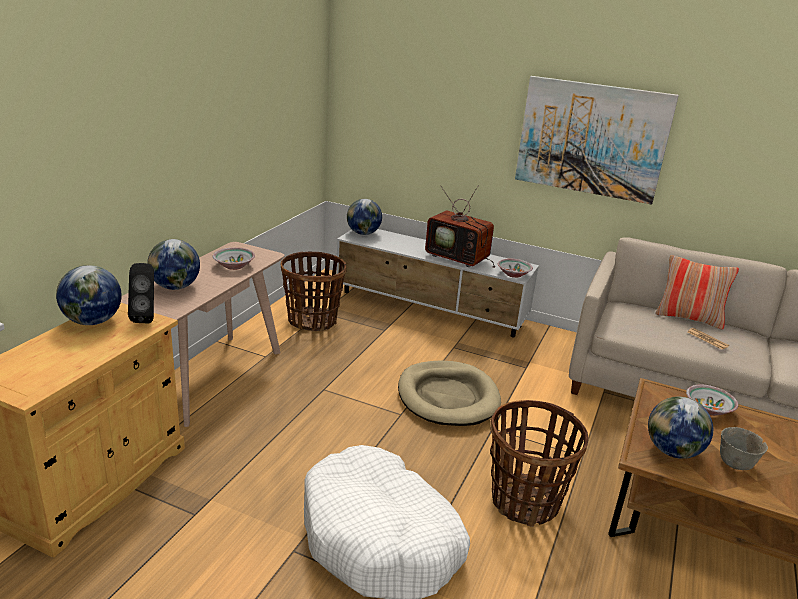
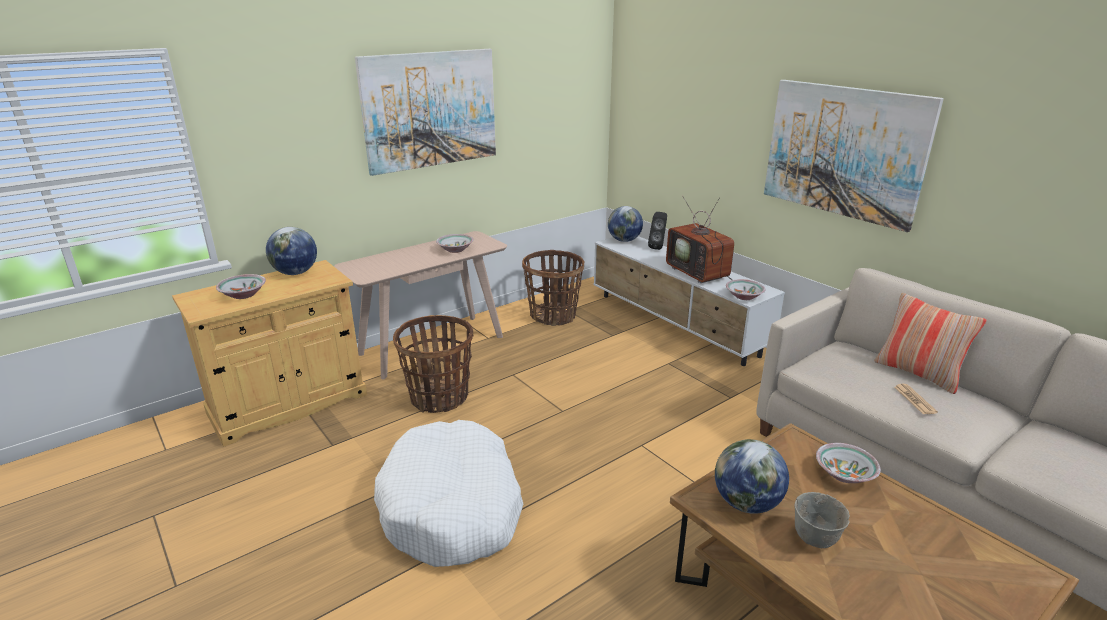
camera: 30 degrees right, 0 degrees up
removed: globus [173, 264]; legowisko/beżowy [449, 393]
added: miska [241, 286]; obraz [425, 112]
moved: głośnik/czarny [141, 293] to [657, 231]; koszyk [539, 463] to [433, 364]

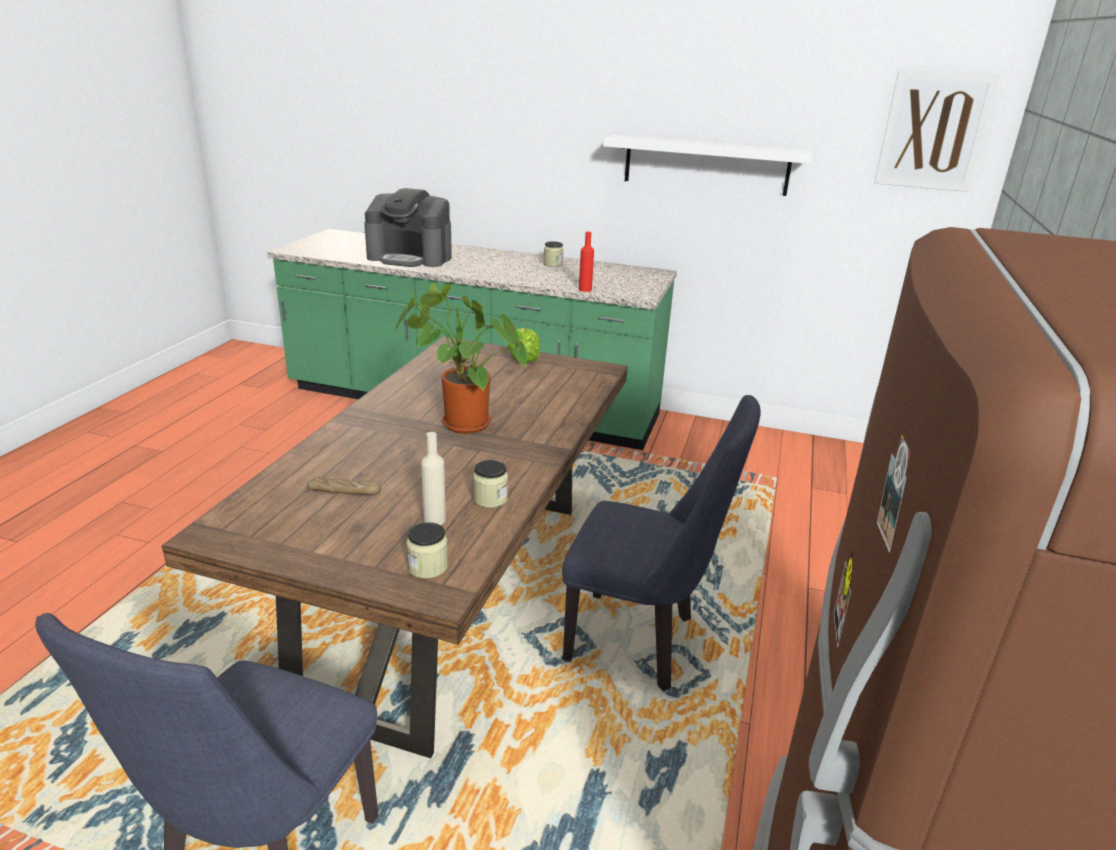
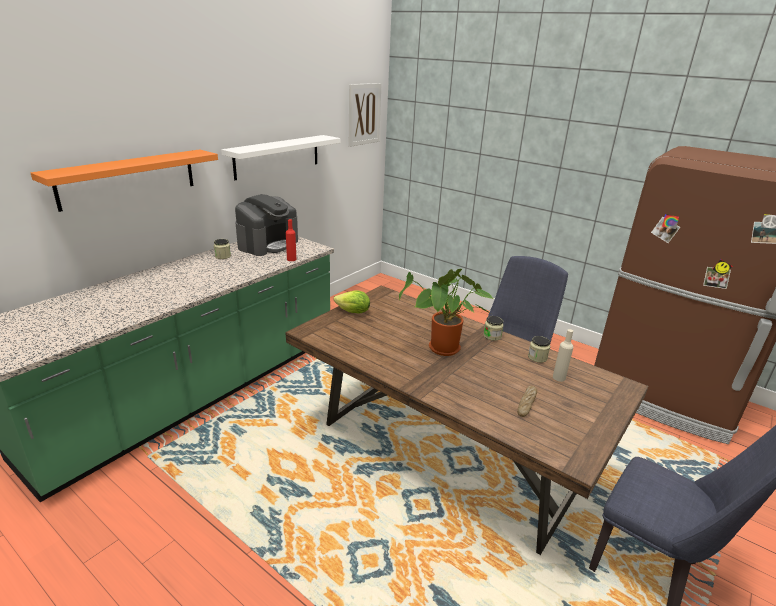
camera: 70 degrees left, 0 degrees up
added: półka/pomarańczowy [124, 180]
moved: ekspres do kawy [408, 227] to [266, 225]; słoik [427, 550] to [493, 328]

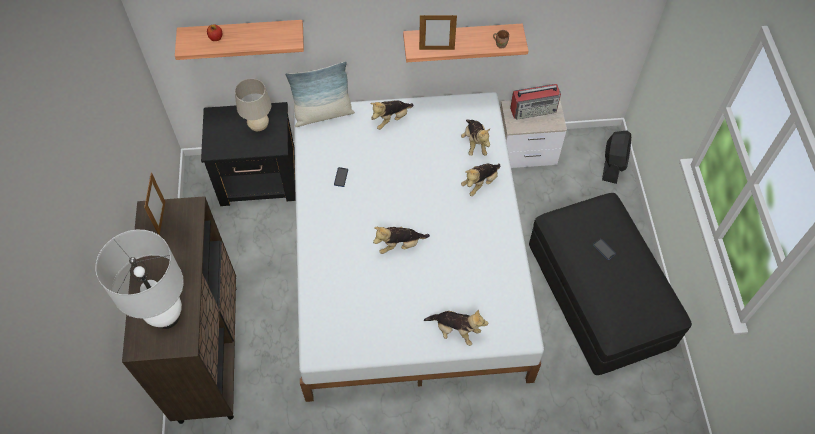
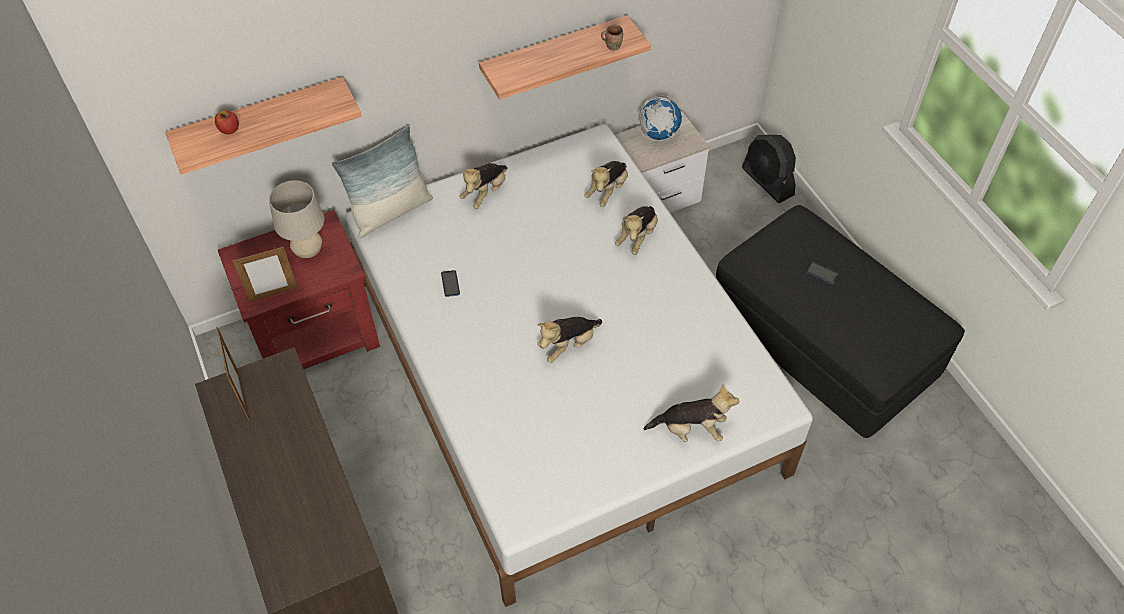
camera: 20 degrees left, 5 degrees down
removed: lampa stołowa/biały [140, 279]
moved: ramka na zdjęcie [438, 32] to [265, 274]
replaced: radio [535, 102] to globus [660, 118]
recoloured: szafka nocna/czarny [248, 154] to szafka nocna/czerwony [299, 289]
turned: pluszak [475, 138] = [606, 184] 60 degrees clockwise; wentylator/czarny [616, 157] = [769, 169] 150 degrees clockwise

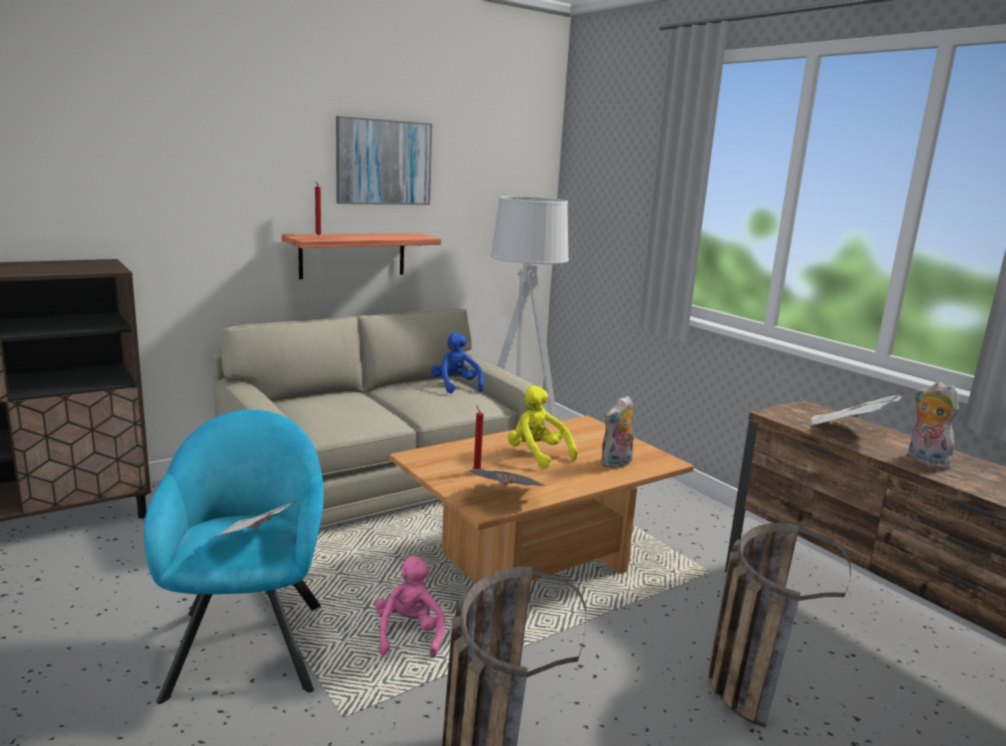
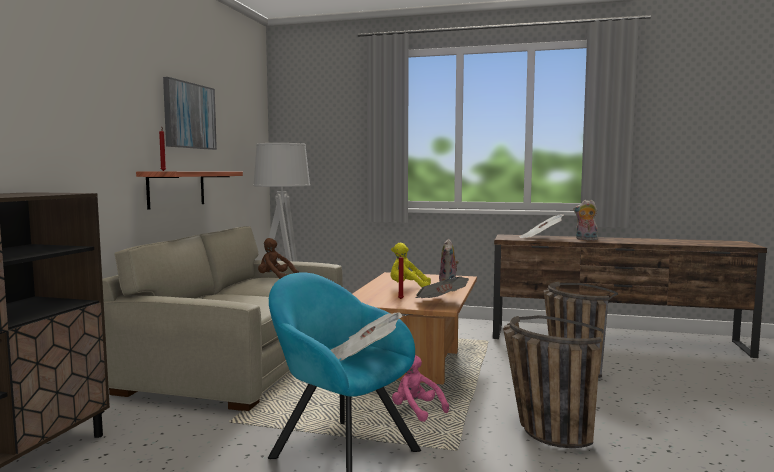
camera: 40 degrees left, 10 degrees down
recoloured: pluszak/niebieski [457, 362] to pluszak/brązowy [278, 258]

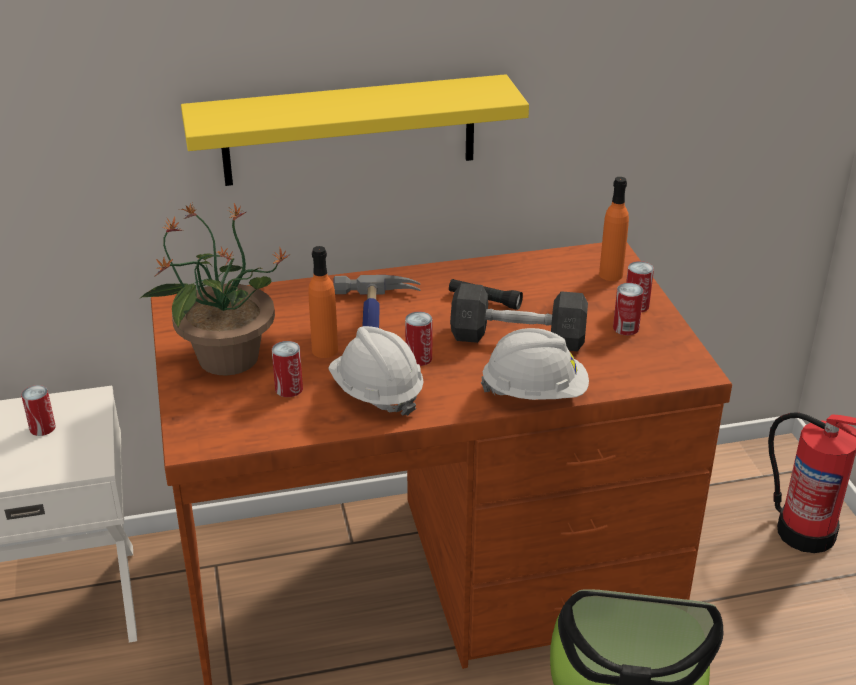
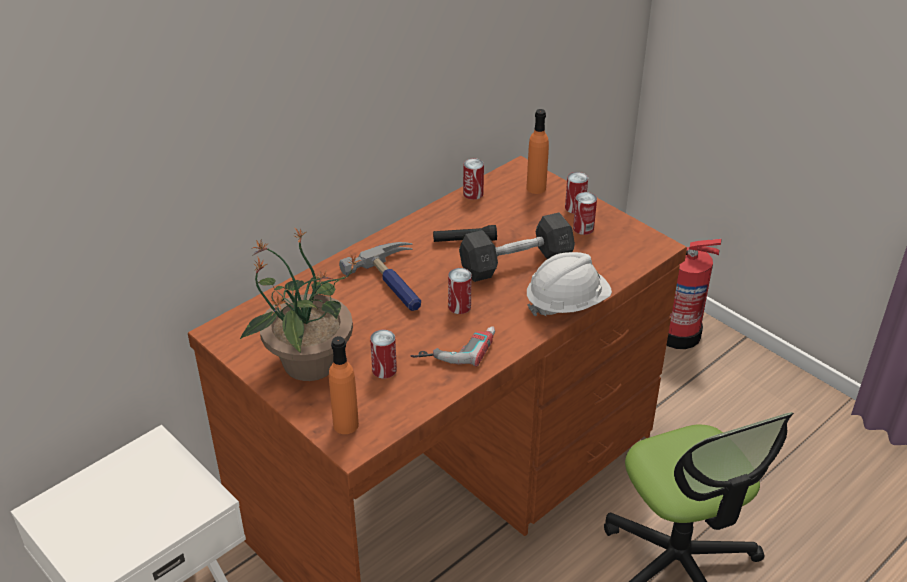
camera: 30 degrees left, 5 degrees up
removed: półka/żółty [355, 130]
moved: puszka [38, 410] to [473, 179]; butelka/pomarańczowy [323, 302] to [344, 385]
replaced: kask/biały [376, 371] to wiertarka [453, 346]

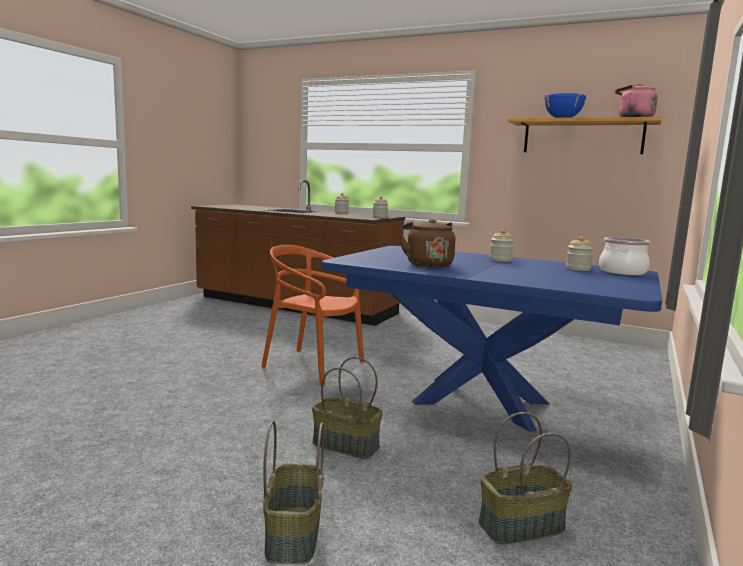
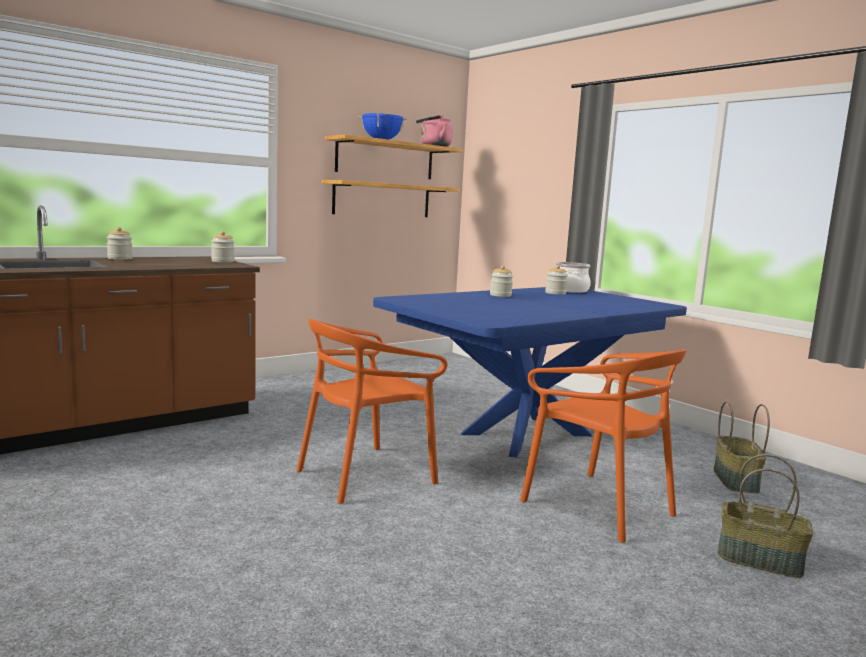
camera: 65 degrees left, 0 degrees up
removed: czajnik/brązowy [427, 243]
added: półka [390, 198]
replaced: koszyk [347, 407] to krzesło/pomarańczowy [603, 446]

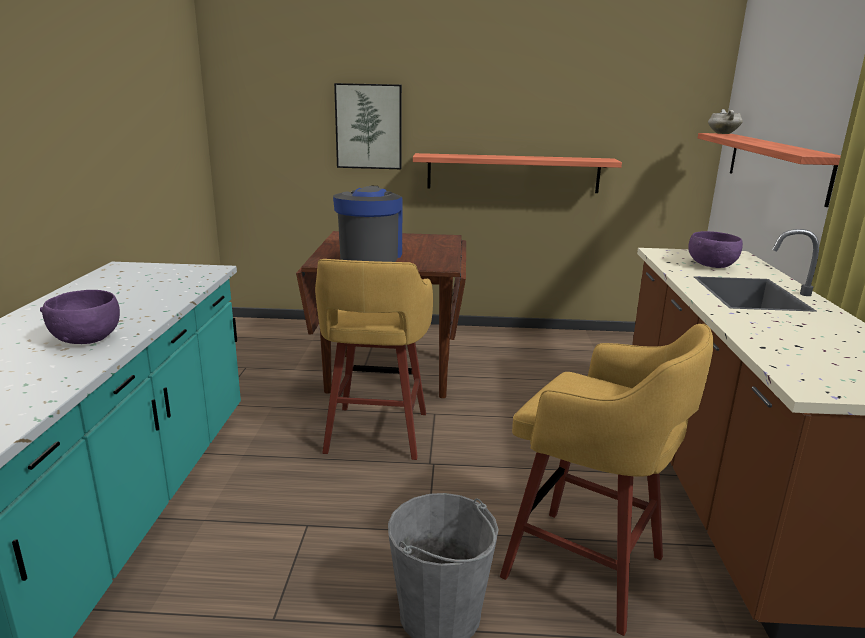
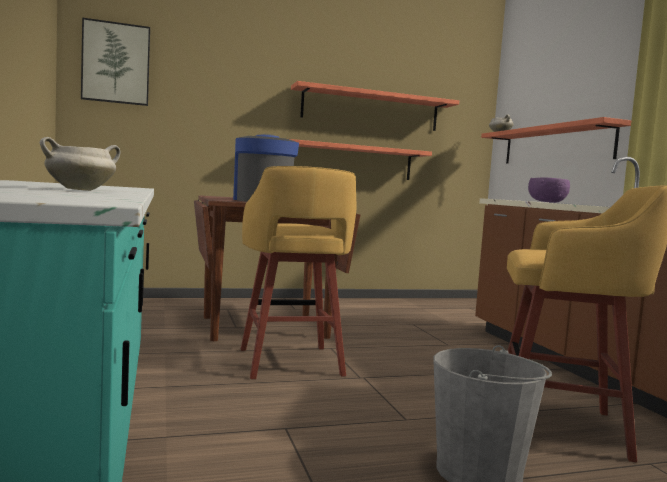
camera: 20 degrees left, 15 degrees down
added: półka [375, 106]
moved: obraz [368, 126] to [115, 62]
replaced: miska/fioletowy [80, 317] to garnek/biały [80, 164]

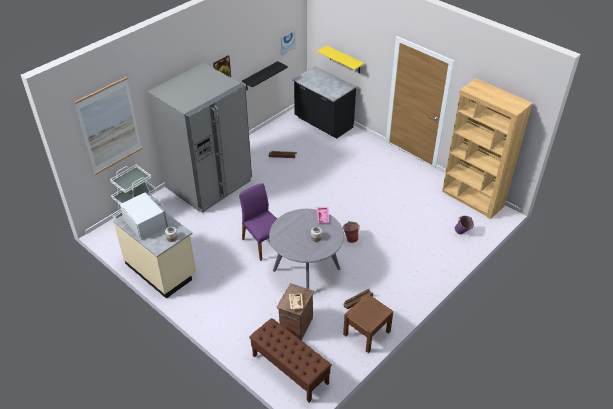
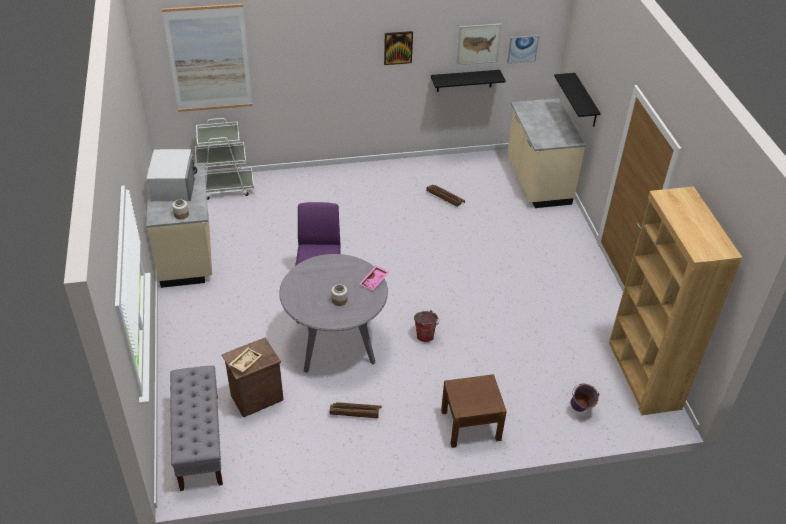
camera: 35 degrees right, 0 degrees up
removed: lodówka/szary [200, 138]
added: obraz [479, 44]
moved: szafka nocna/brązowy [368, 323] to [474, 411]
recoloured: ławka/brązowy [290, 360] to ławka/szary [196, 428]; zabudowa kuchenna/czarny [324, 102] to zabudowa kuchenna/beżowy [546, 153]; półka/żółty [340, 59] to półka/czarny [577, 100]

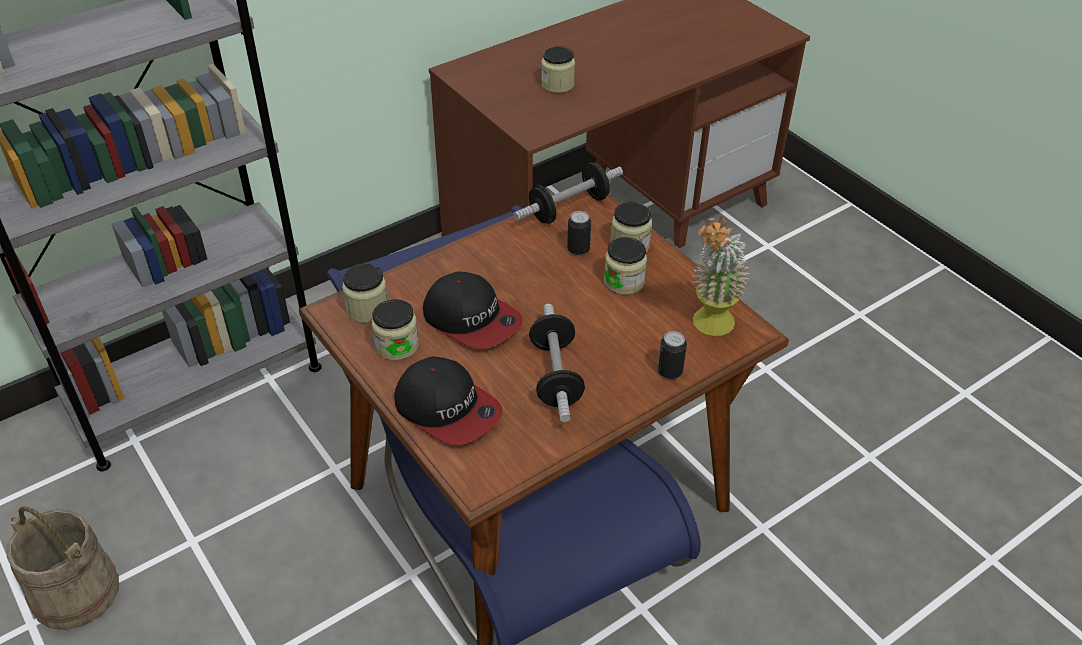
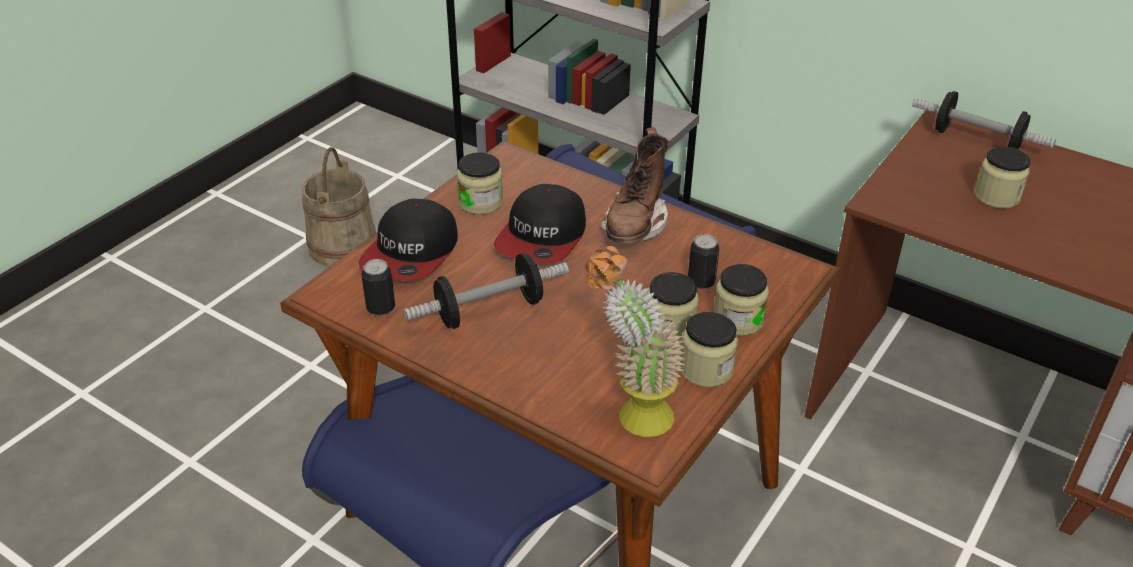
camera: 70 degrees right, 5 degrees down
added: but z cholewką/brązowy [635, 185]
moved: słoik [365, 293] to [709, 349]; hantel [568, 193] to [984, 120]; puszka [672, 355] to [378, 287]

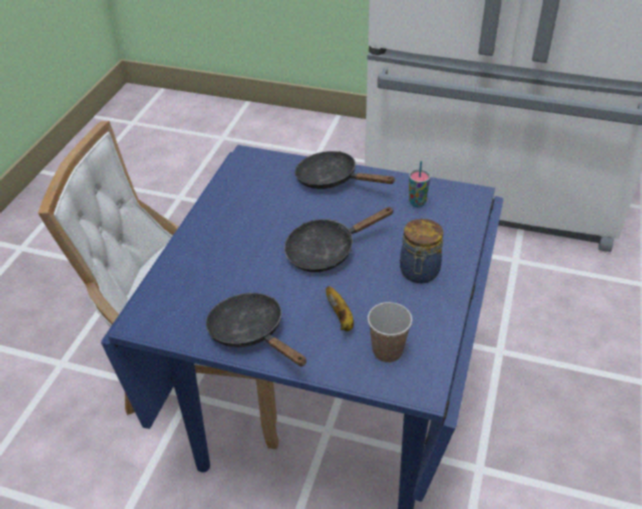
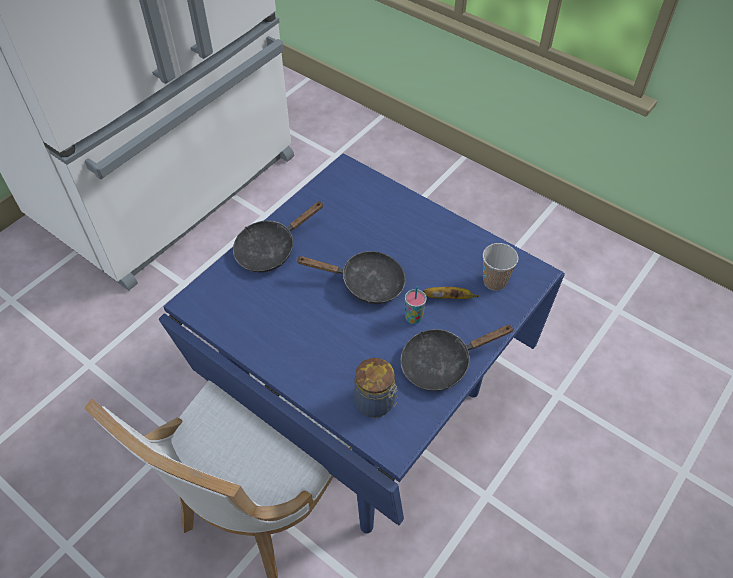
camera: 70 degrees left, 10 degrees up
moved: słoik [421, 251] to [376, 388]; filiżanka [420, 184] to [416, 305]
turned: patelnia/czarny [338, 239] = [351, 277] 75 degrees counterclockwise

